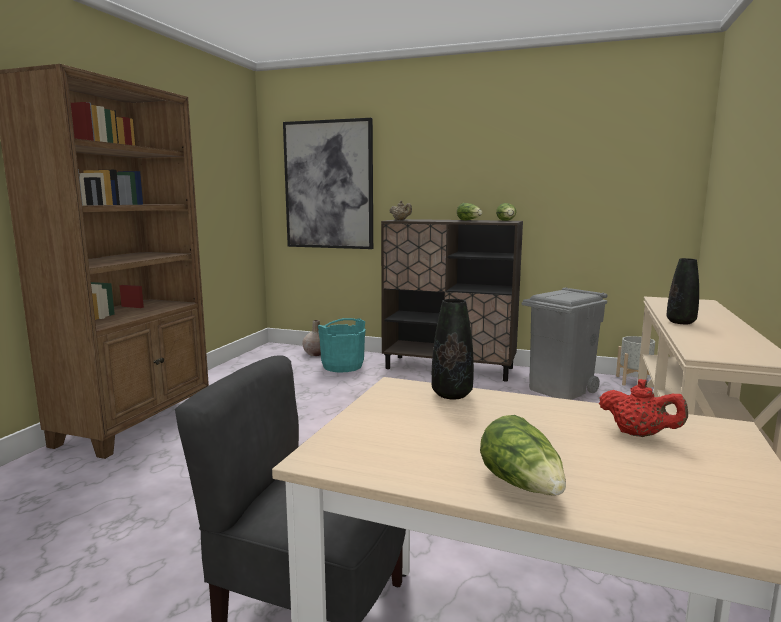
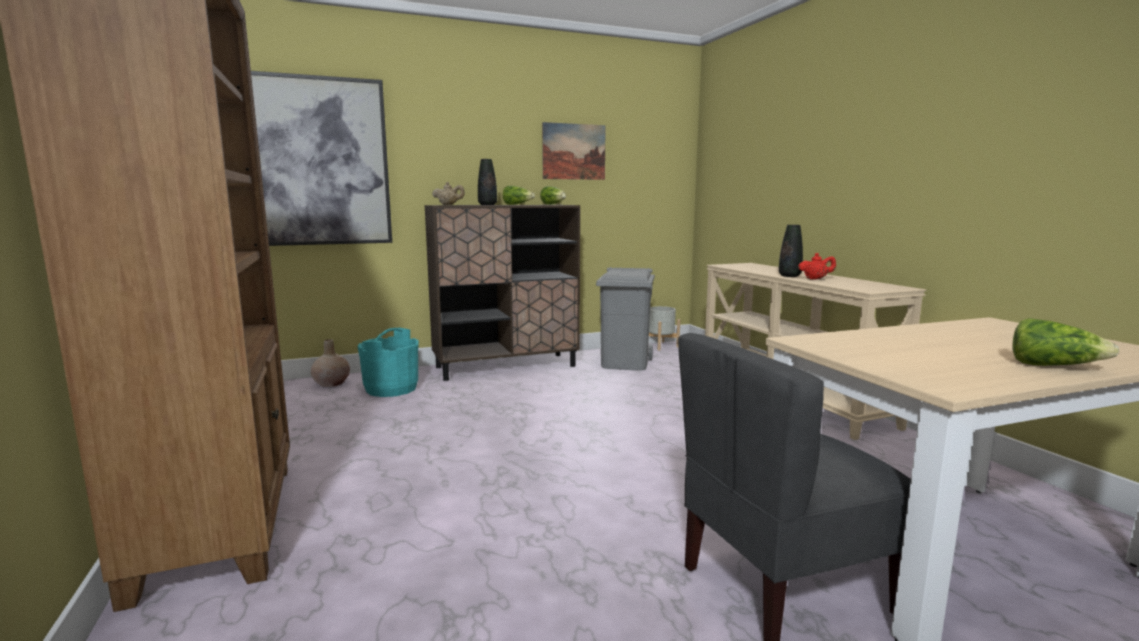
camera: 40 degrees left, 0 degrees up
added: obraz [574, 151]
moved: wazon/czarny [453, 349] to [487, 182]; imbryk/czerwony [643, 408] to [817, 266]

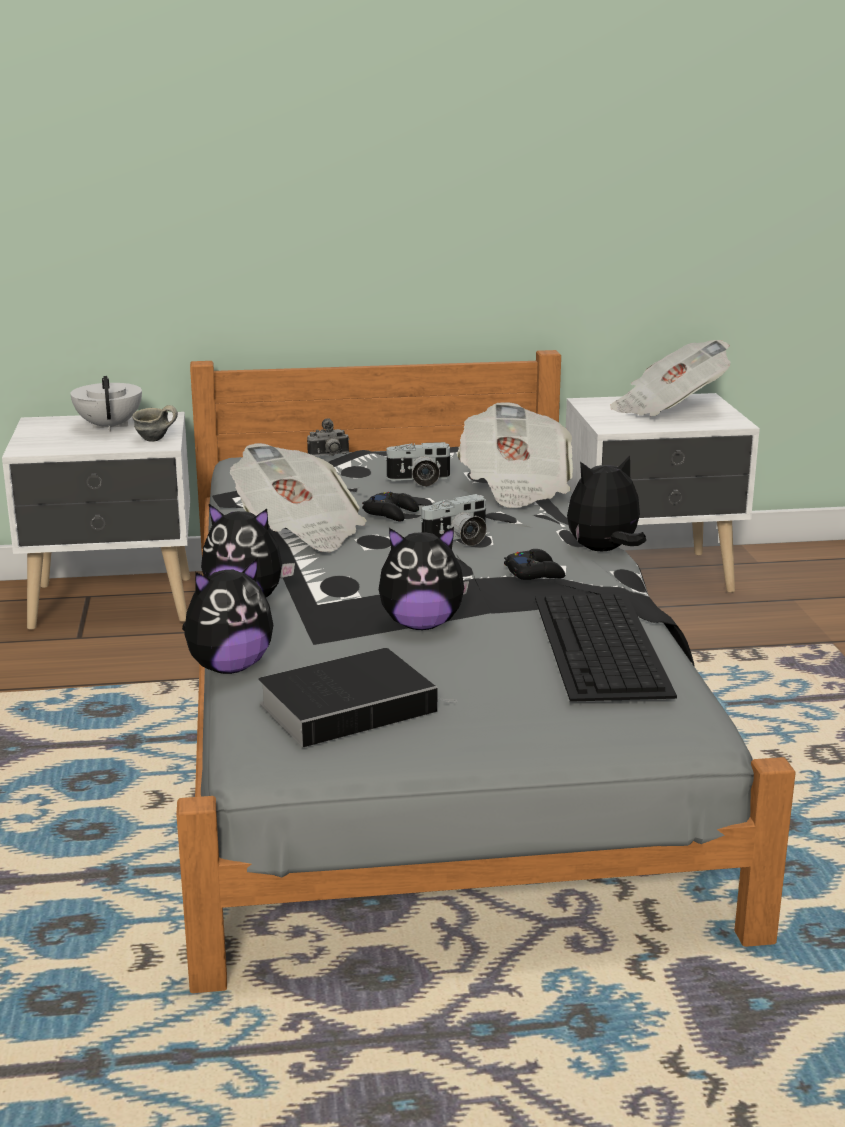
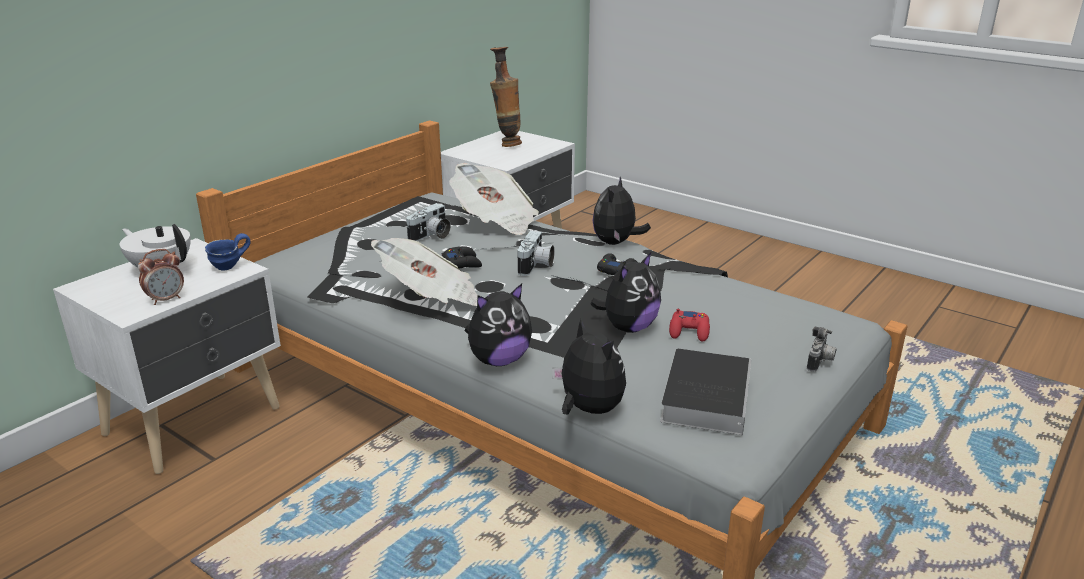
camera: 45 degrees left, 5 degrees up
removed: klawiatura [606, 648]
added: budzik [161, 277]; pad do gier/czerwony [689, 325]
moved: aparat fotograficzny [328, 437] to [822, 349]
replaced: gazeta [670, 378] to wazon [506, 97]
recoloured: kubek/szary [155, 423] to kubek/niebieski [228, 252]
turned: pluszak [227, 616] = [589, 366] 45 degrees counterclockwise

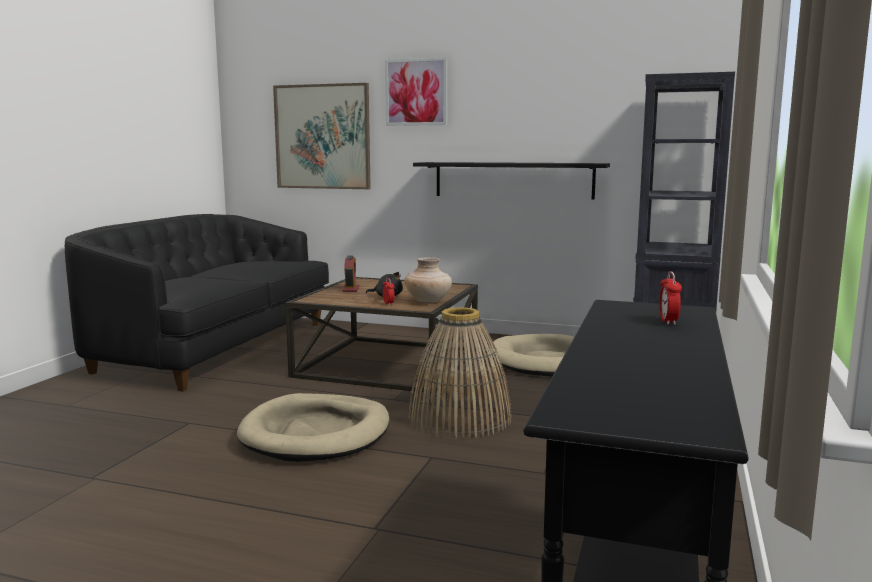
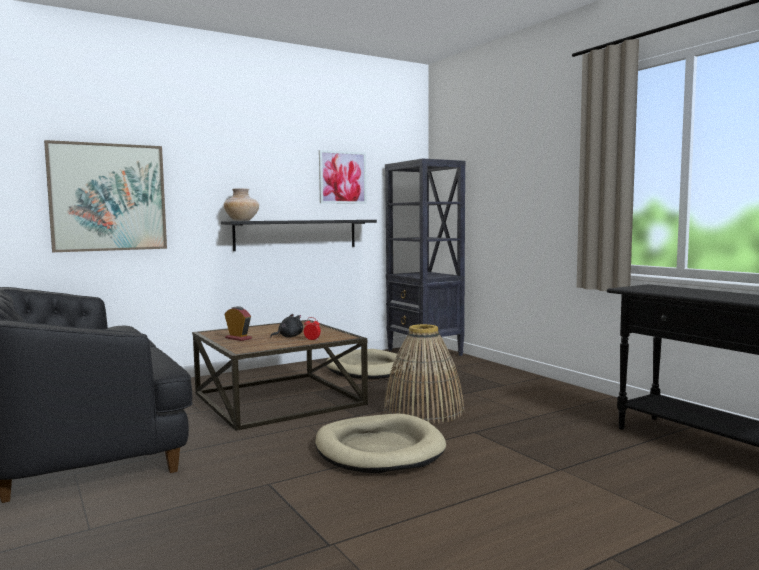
camera: 50 degrees left, 5 degrees down
removed: budzik [670, 298]
moved: obraz [416, 91] to [342, 177]; wazon/beżowy [428, 279] to [241, 204]

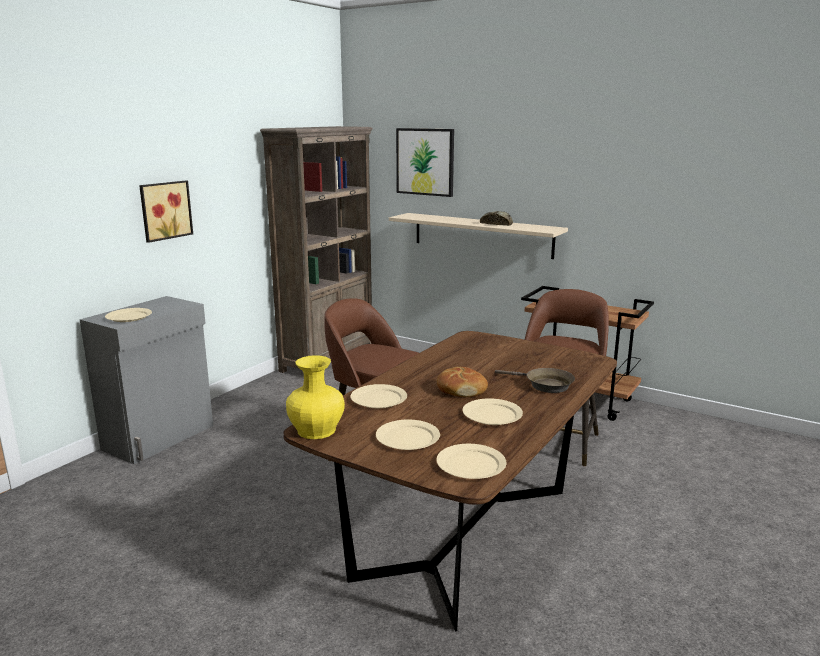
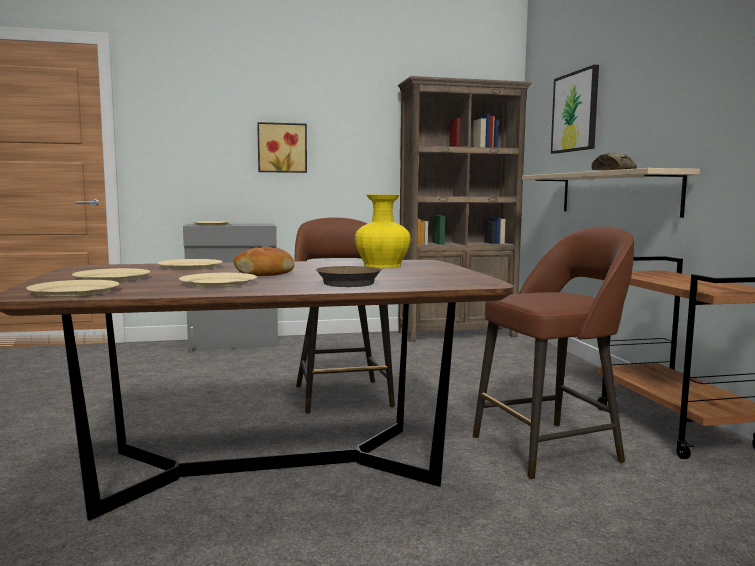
camera: 45 degrees right, 10 degrees down
moved: wazon/żółty [315, 397] to [383, 231]

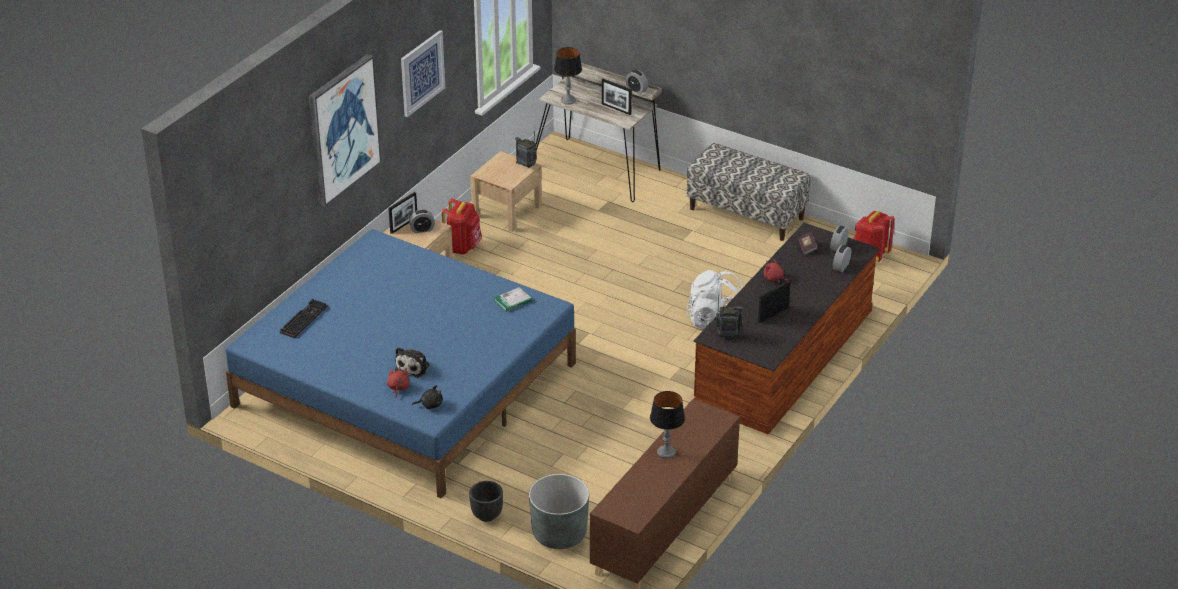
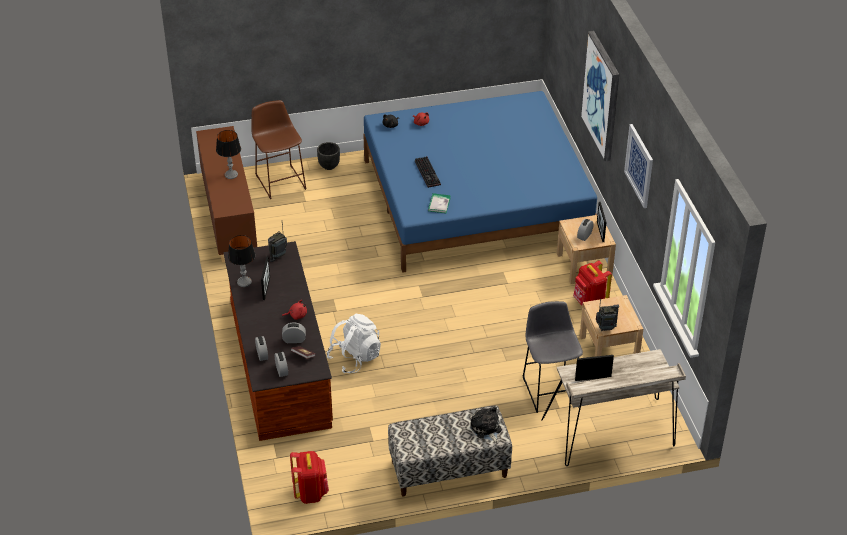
camera: 135 degrees right, 5 degrees up
added: stołek/szary [552, 357]
moved: klawiatura [303, 318] to [428, 172]; pluszak [412, 362] to [486, 424]; lampa stołowa [568, 76] to [241, 261]; budzik [636, 82] to [294, 332]
replaced: donica/szary [559, 511] to stołek/brązowy [278, 149]

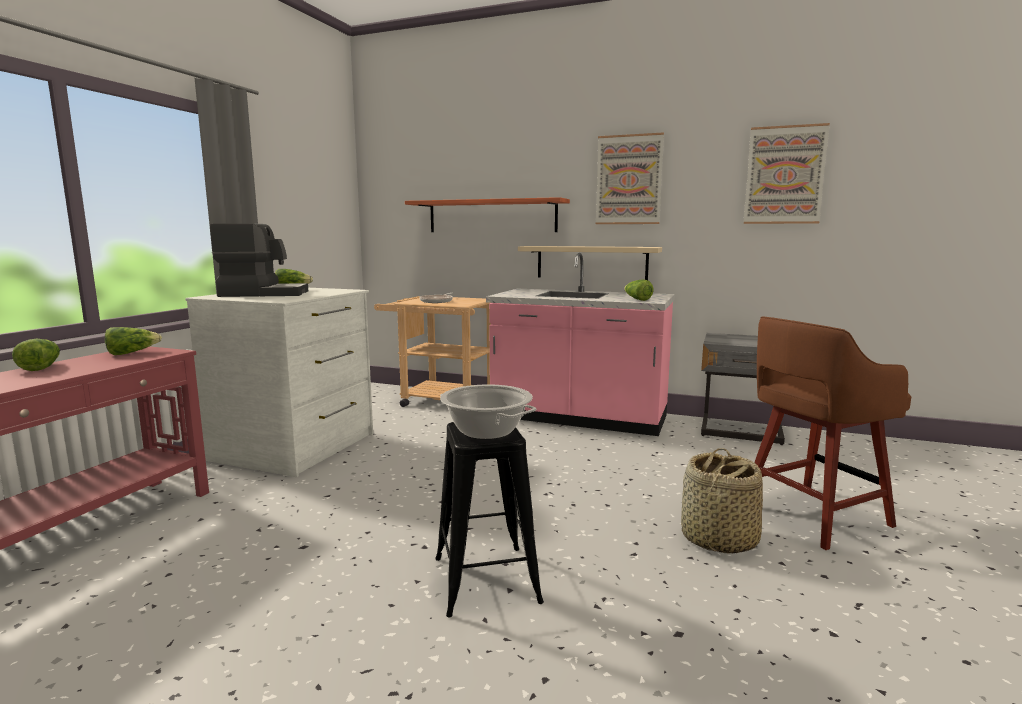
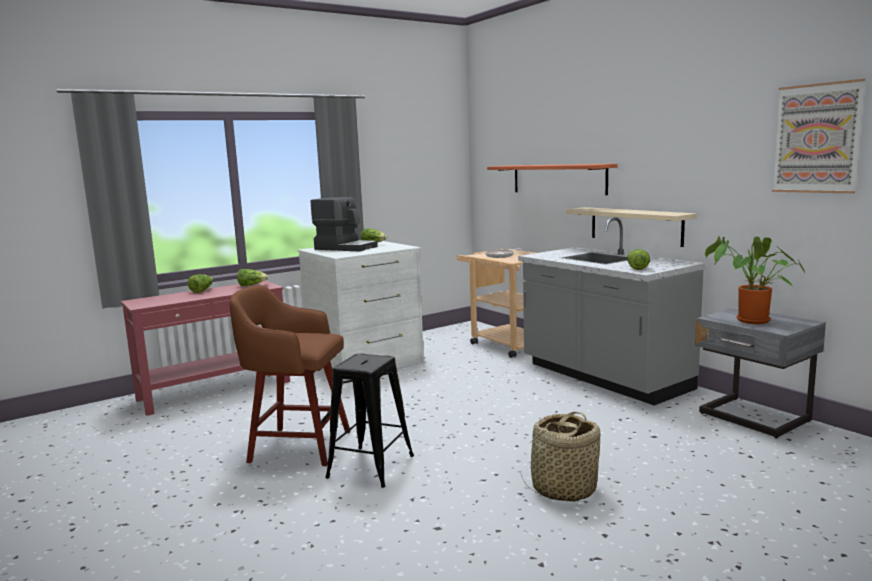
camera: 35 degrees right, 0 degrees up
removed: garnek [488, 412]; obraz [630, 178]
added: roślina doniczkowa [755, 280]
moved: stołek/brązowy [832, 433] to [290, 375]
recoloured: zabudowa kuchenna/różowy [580, 344] to zabudowa kuchenna/szary [611, 311]

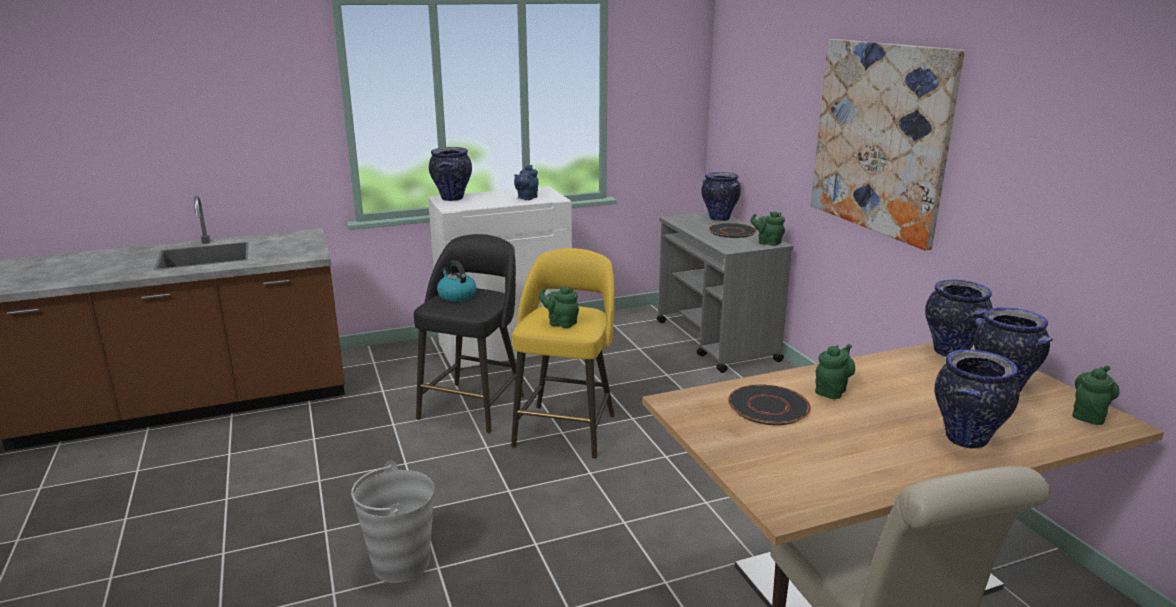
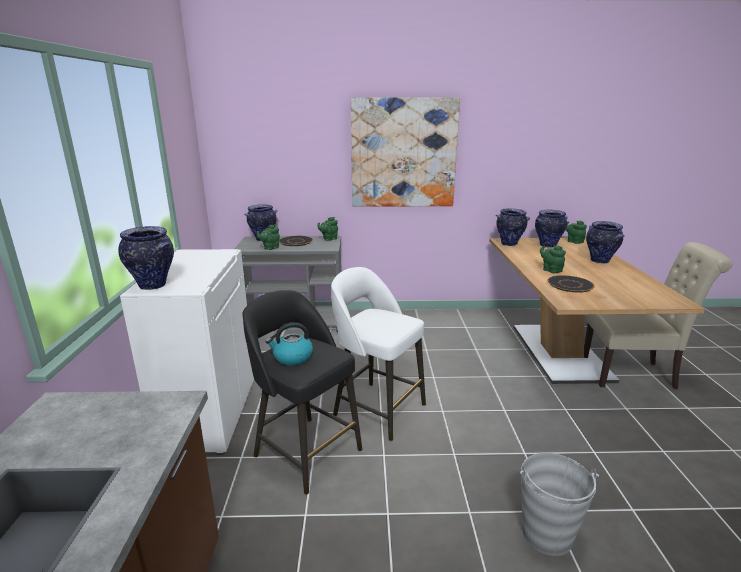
camera: 70 degrees left, 0 degrees up
removed: imbryk/niebieski [526, 182]
moved: imbryk/zielony [559, 307] to [268, 237]
recoloured: stołek/żółty [563, 353] to stołek/biały [378, 354]

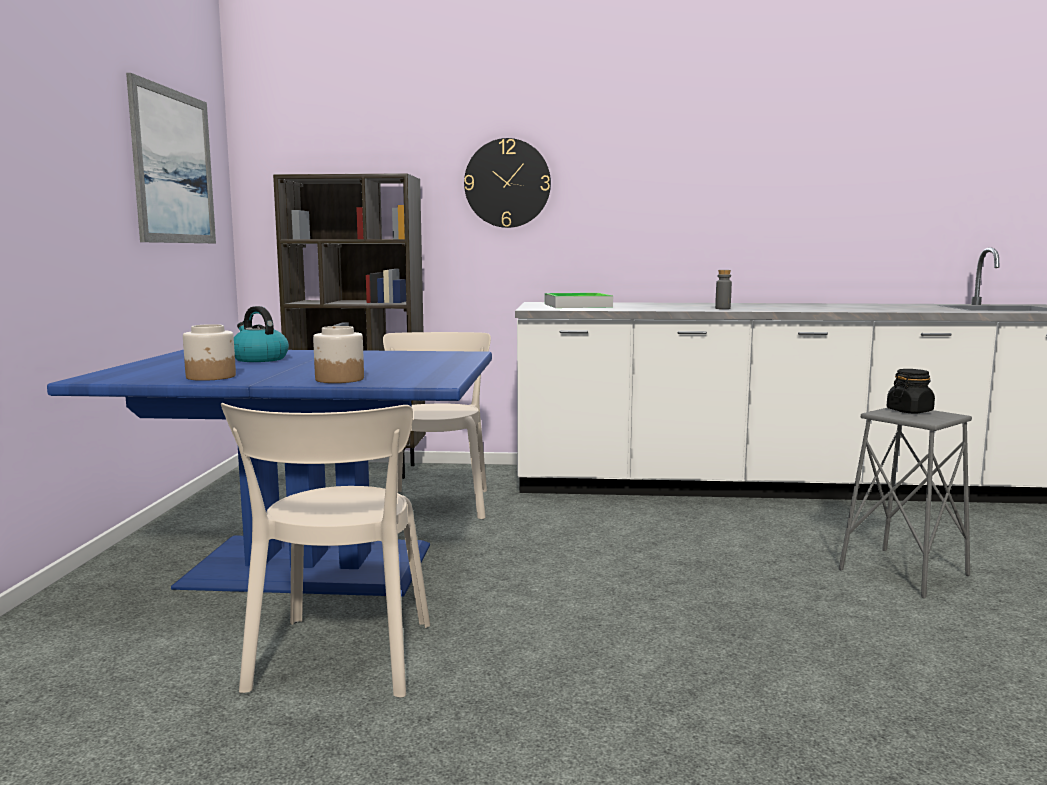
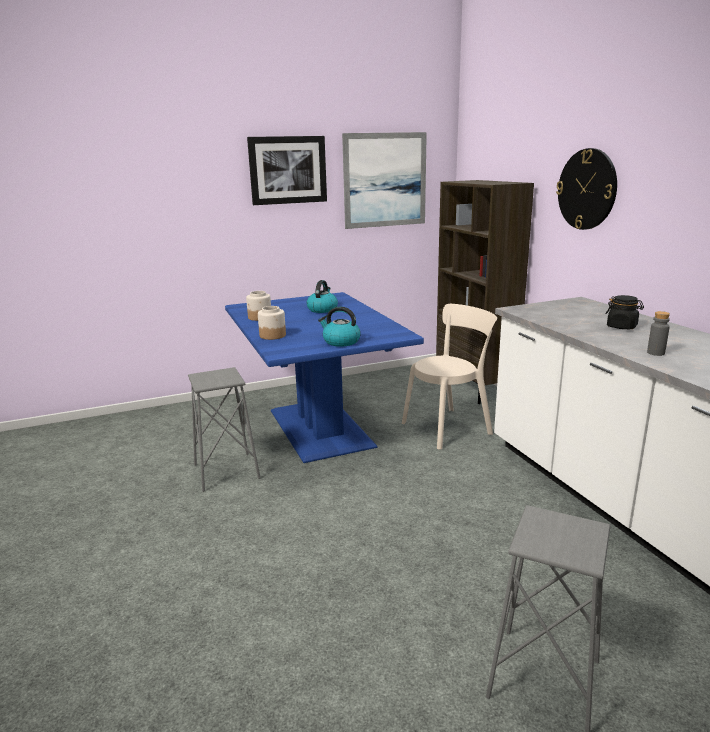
camera: 65 degrees right, 10 degrees up
removed: taca [579, 300]
added: obraz [287, 170]; czajnik [339, 327]
moved: słoik/czarny [911, 391] to [625, 312]
replaced: krzesło/beżowy [325, 550] to stołek/szary [224, 429]

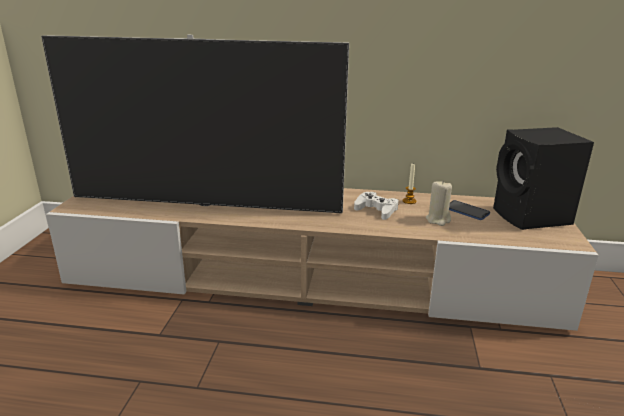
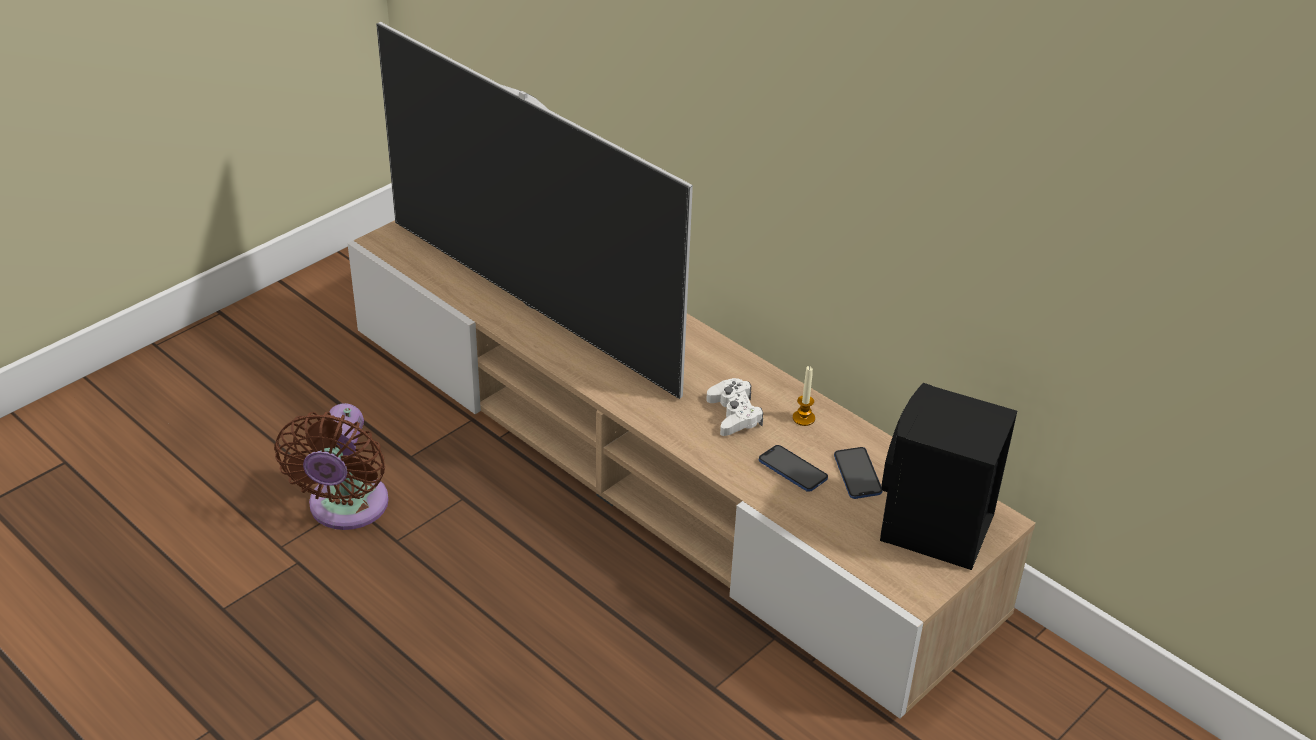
camera: 35 degrees right, 15 degrees up
added: wentylator/brązowy [331, 466]
replaced: świeca/beżowy [439, 203] to telefon [793, 468]

